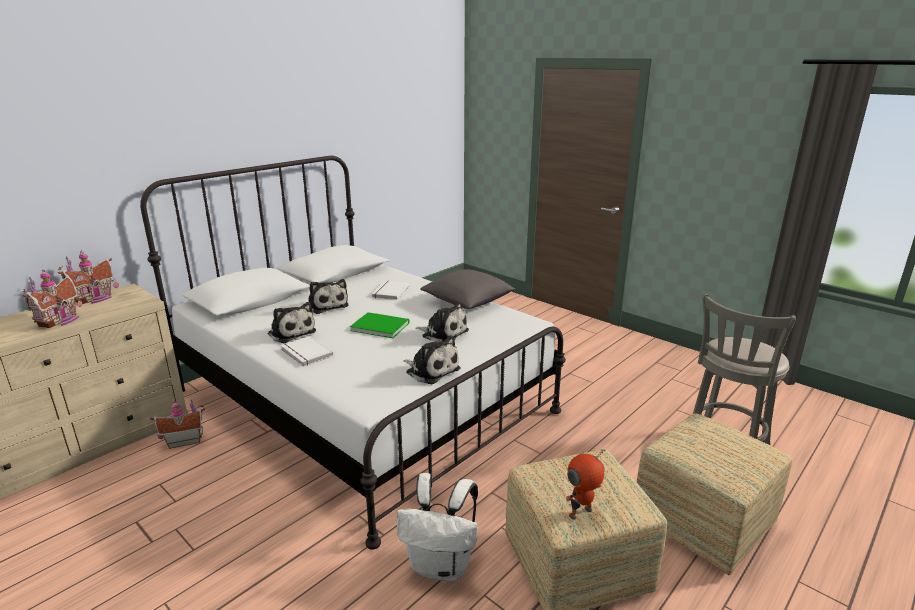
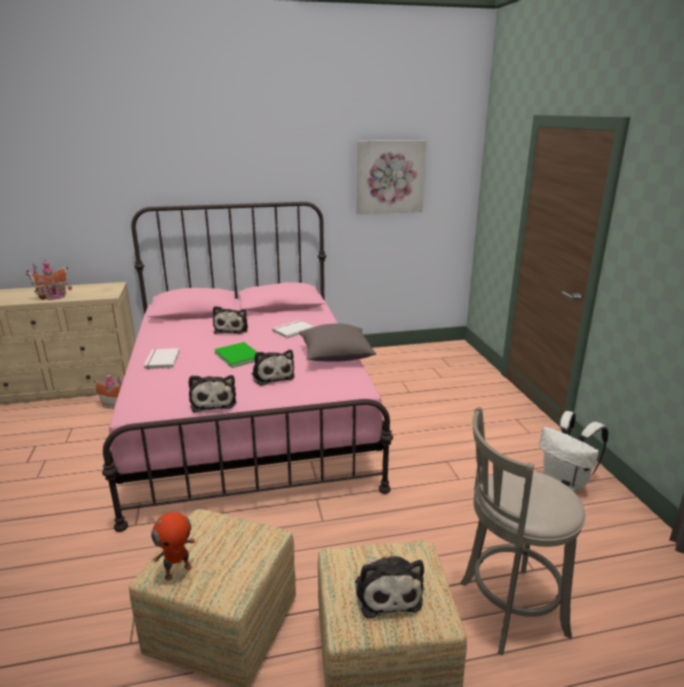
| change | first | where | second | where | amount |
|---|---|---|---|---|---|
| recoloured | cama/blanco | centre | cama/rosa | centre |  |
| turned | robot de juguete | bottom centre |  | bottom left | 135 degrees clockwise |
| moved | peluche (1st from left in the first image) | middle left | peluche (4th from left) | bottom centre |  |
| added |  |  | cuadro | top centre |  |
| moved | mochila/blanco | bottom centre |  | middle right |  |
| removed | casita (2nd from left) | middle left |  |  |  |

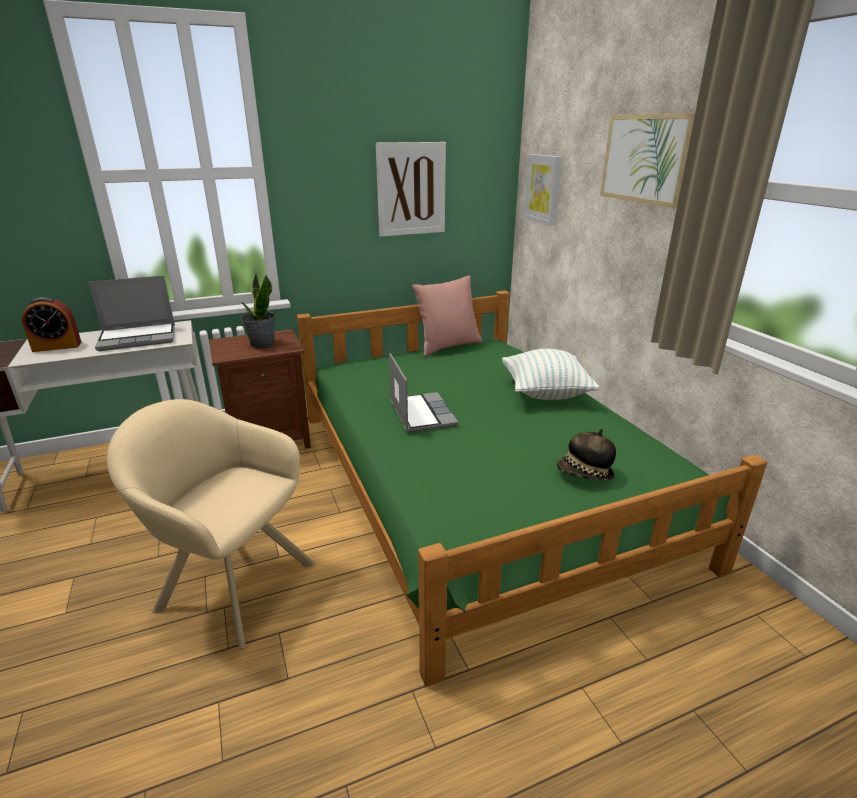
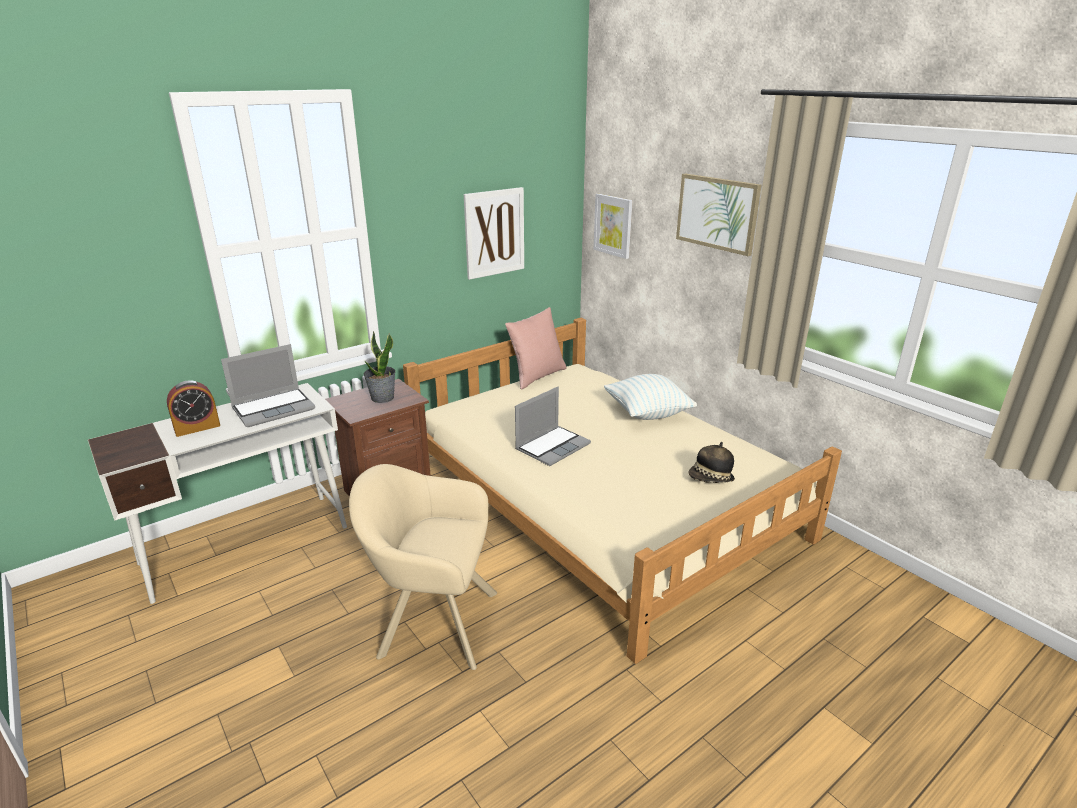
| change | first | where | second | where | amount |
|---|---|---|---|---|---|
| recoloured | cama/verde | centre | cama/beis | centre |  |
| turned | portátil (2nd from left) | centre |  | centre | 75 degrees clockwise |

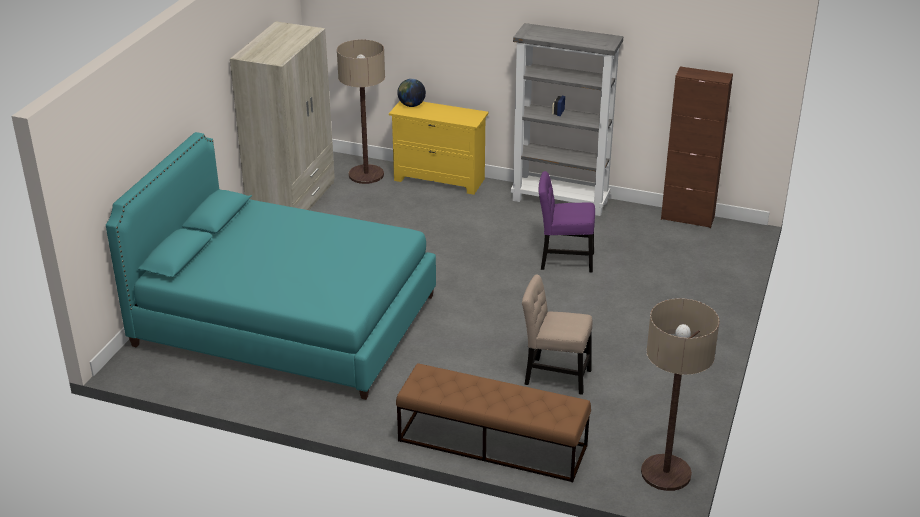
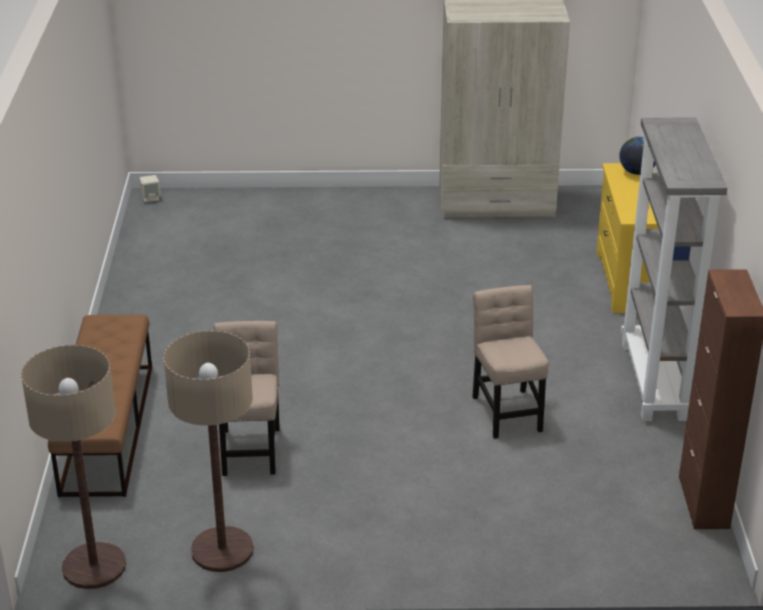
| change | first | where | second | where | amount |
|---|---|---|---|---|---|
| added |  |  | altavoz/beis | top left |  |
| moved | lámpara de pie (1st from left in the first image) | top centre | lámpara de pie (2nd from left) | bottom left |  |
| recoloured | silla/morado | centre | silla/beis (2nd from left) | middle right |  |
| removed | cama/turquesa | middle left |  |  |  |

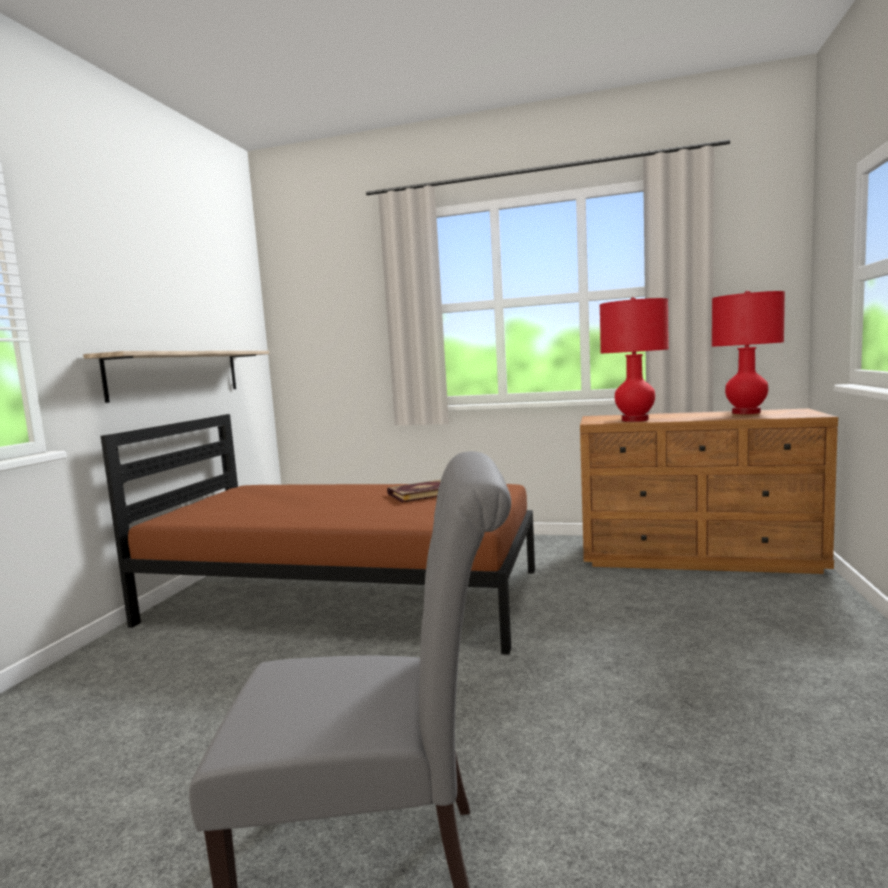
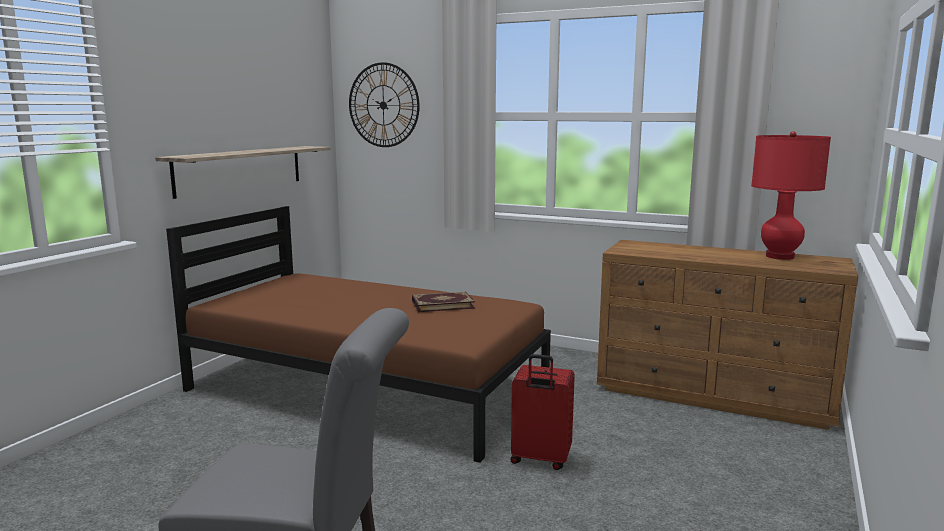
| change | first | where | second | where | amount |
|---|---|---|---|---|---|
| added |  |  | reloj de pared | top centre |  |
| added |  |  | maleta/rojo | bottom centre |  |
| removed | lámpara de mesa/rojo (1st from left) | middle right |  |  |  |

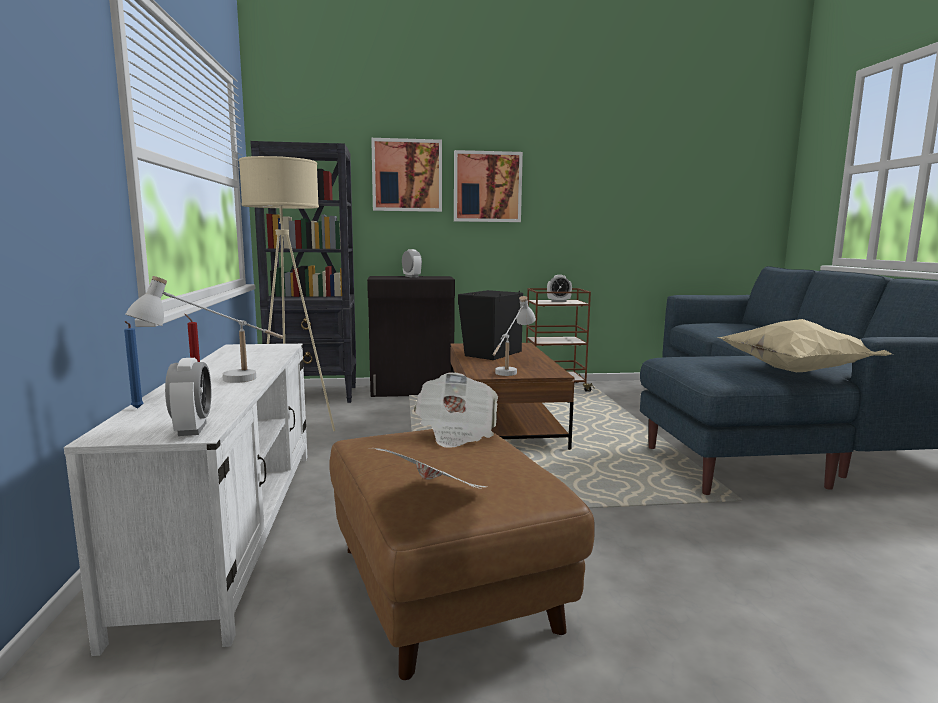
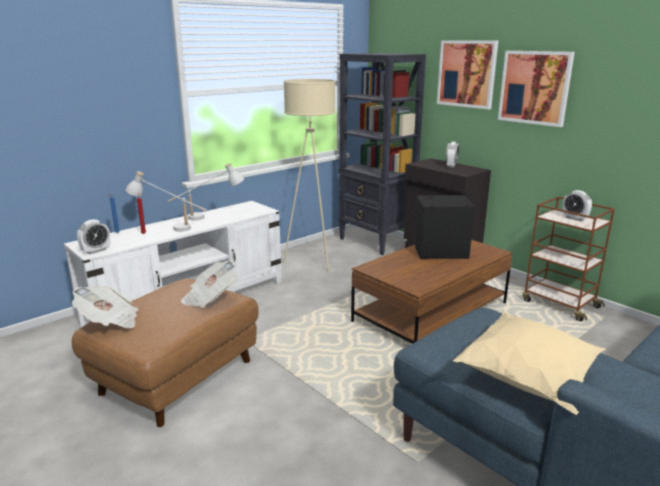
| change | first | where | second | where | amount |
|---|---|---|---|---|---|
| moved | lámpara de mesa/blanco (2nd from left) | centre |  | middle left |  |

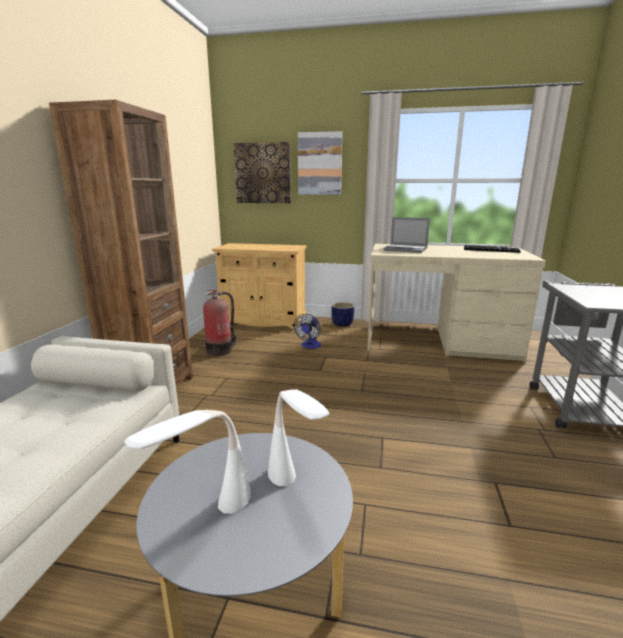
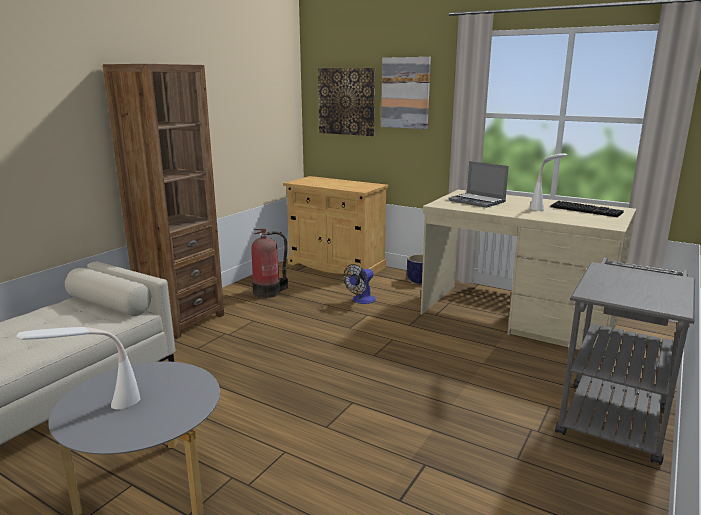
| change | first | where | second | where | amount |
|---|---|---|---|---|---|
| moved | lámpara de mesa/blanco (2nd from left) | bottom centre |  | middle right |  |

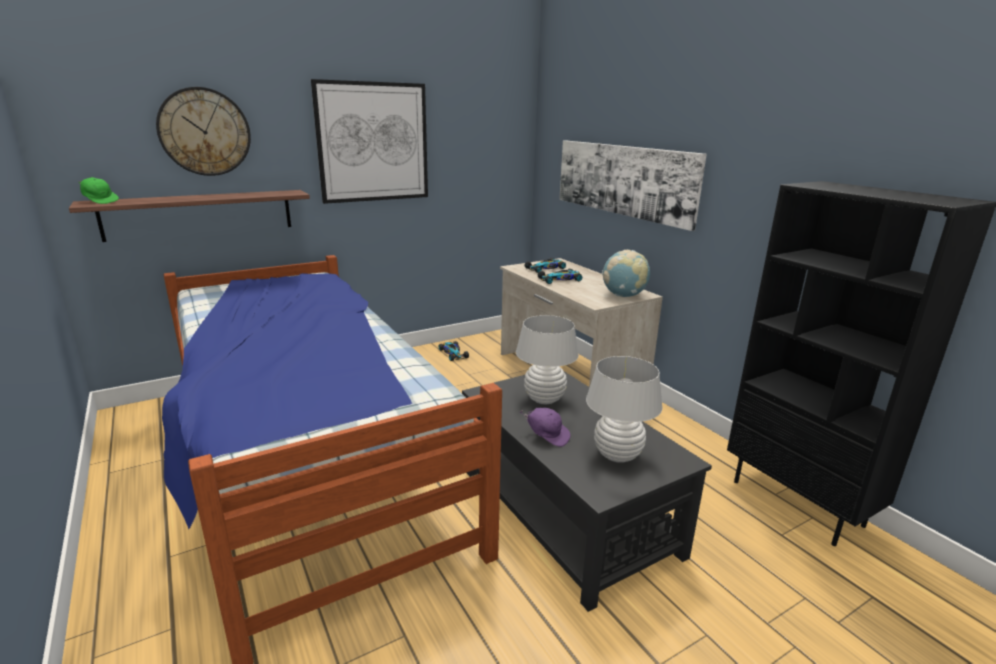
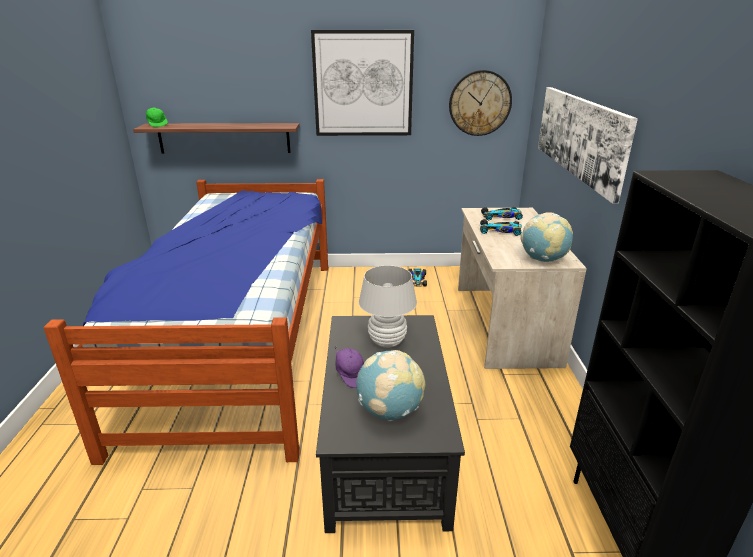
| change | first | where | second | where | amount |
|---|---|---|---|---|---|
| replaced | lámpara de mesa/blanco (2nd from left) | centre | globo terráqueo (1st from left) | bottom centre |  |
| moved | reloj de pared | top left |  | top centre |  |

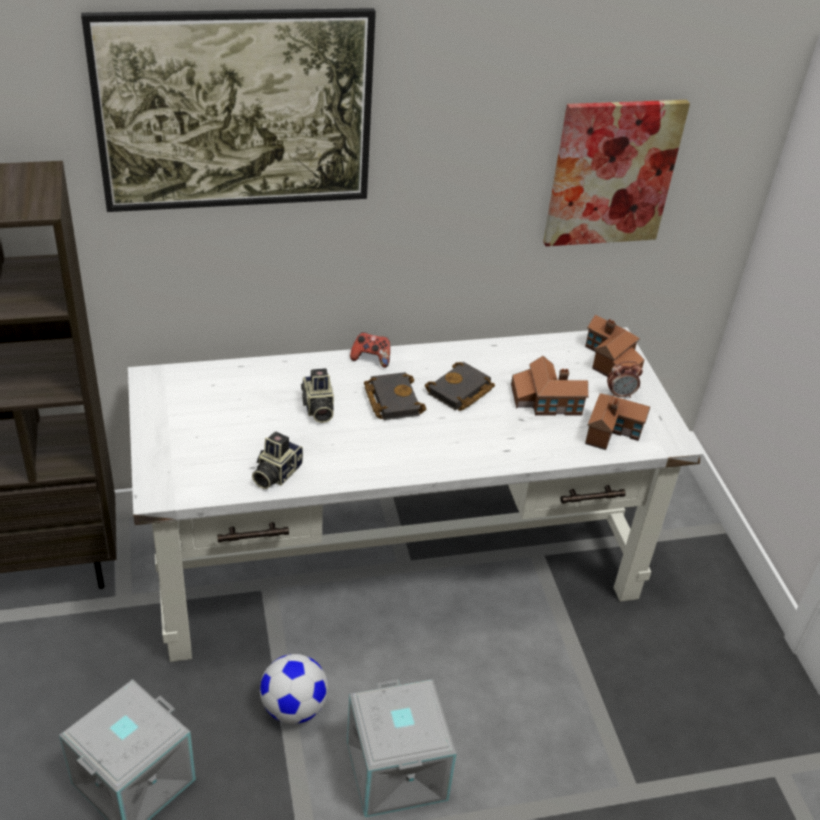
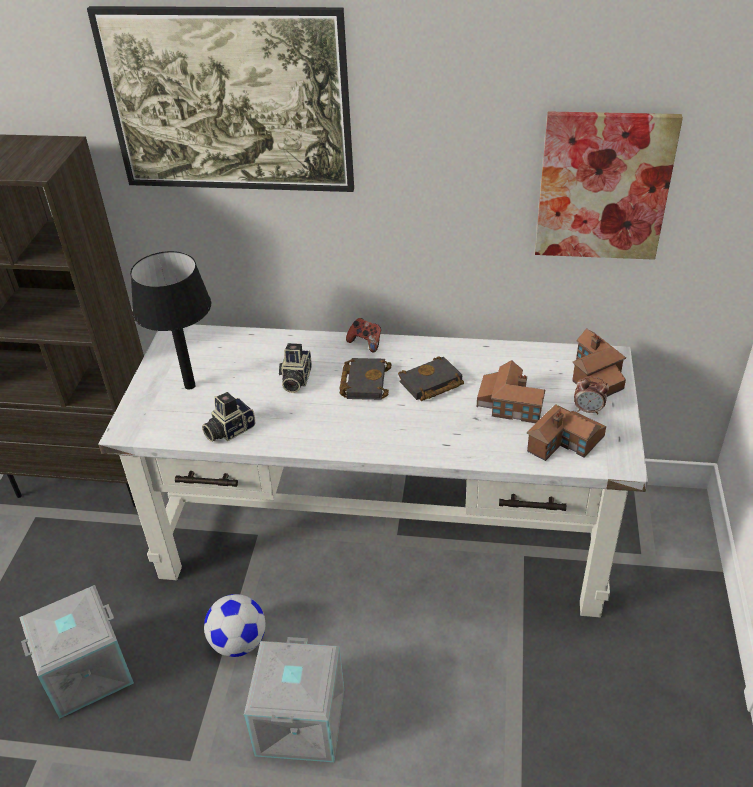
| change | first | where | second | where | amount |
|---|---|---|---|---|---|
| added |  |  | lámpara de mesa/negro | middle left |  |

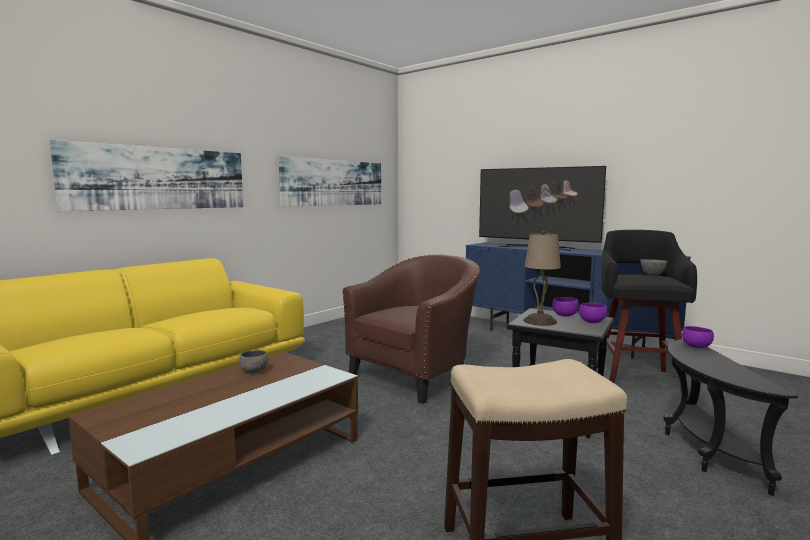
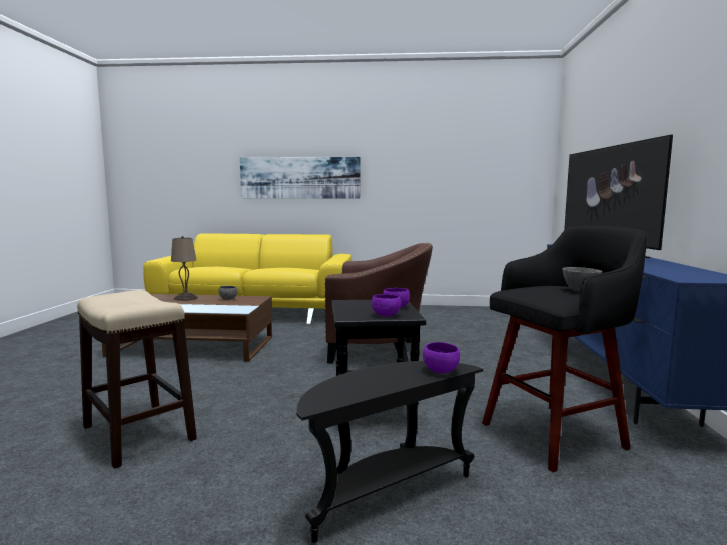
| change | first | where | second | where | amount |
|---|---|---|---|---|---|
| moved | lámpara de mesa/beis | middle right |  | middle left |  |
| removed | cuadro (2nd from left) | centre |  |  |  |

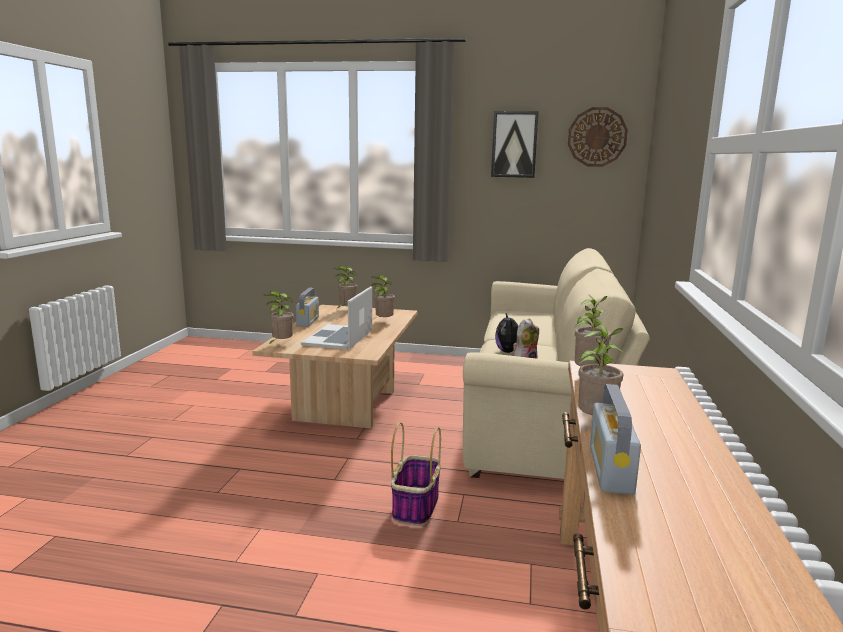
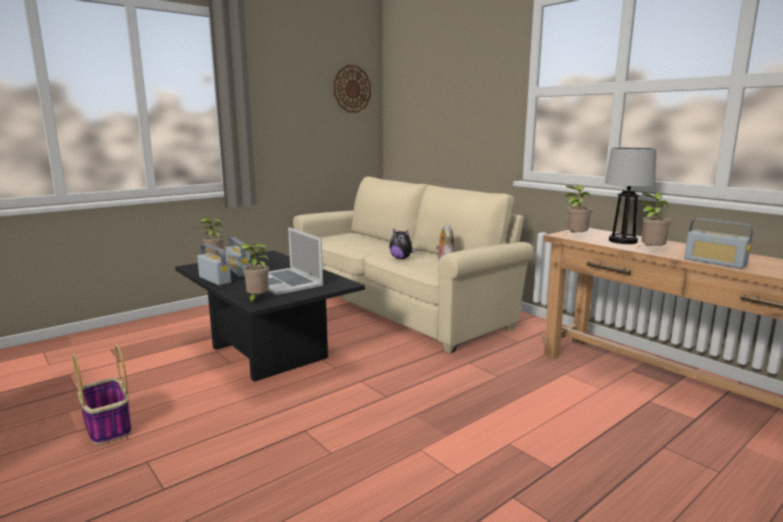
| change | first | where | second | where | amount |
|---|---|---|---|---|---|
| moved | cesta | bottom centre |  | bottom left |  |
| recoloured | mesa de centro/beis | centre | mesa de centro/negro | centre |  |
| added |  |  | radio (2nd from left) | middle left |  |
| added |  |  | lámpara de mesa | middle right |  |
| removed | planta en maceta (3rd from left) | centre |  |  |  |
| removed | cuadro | top centre |  |  |  |

